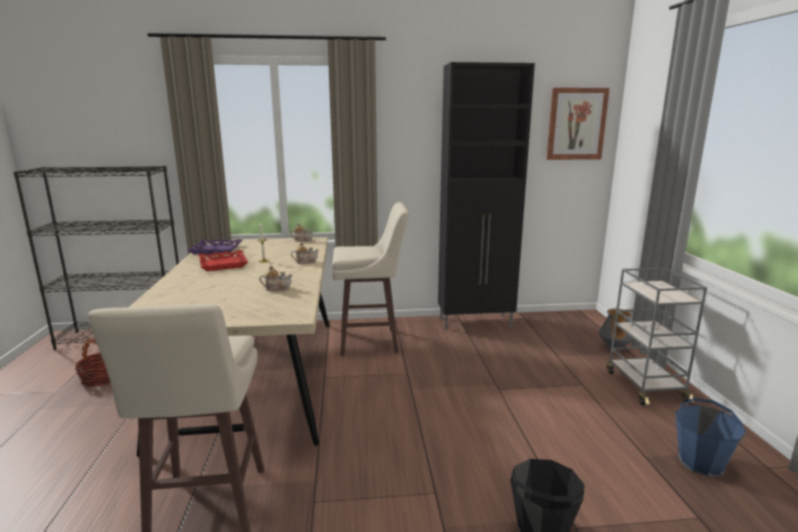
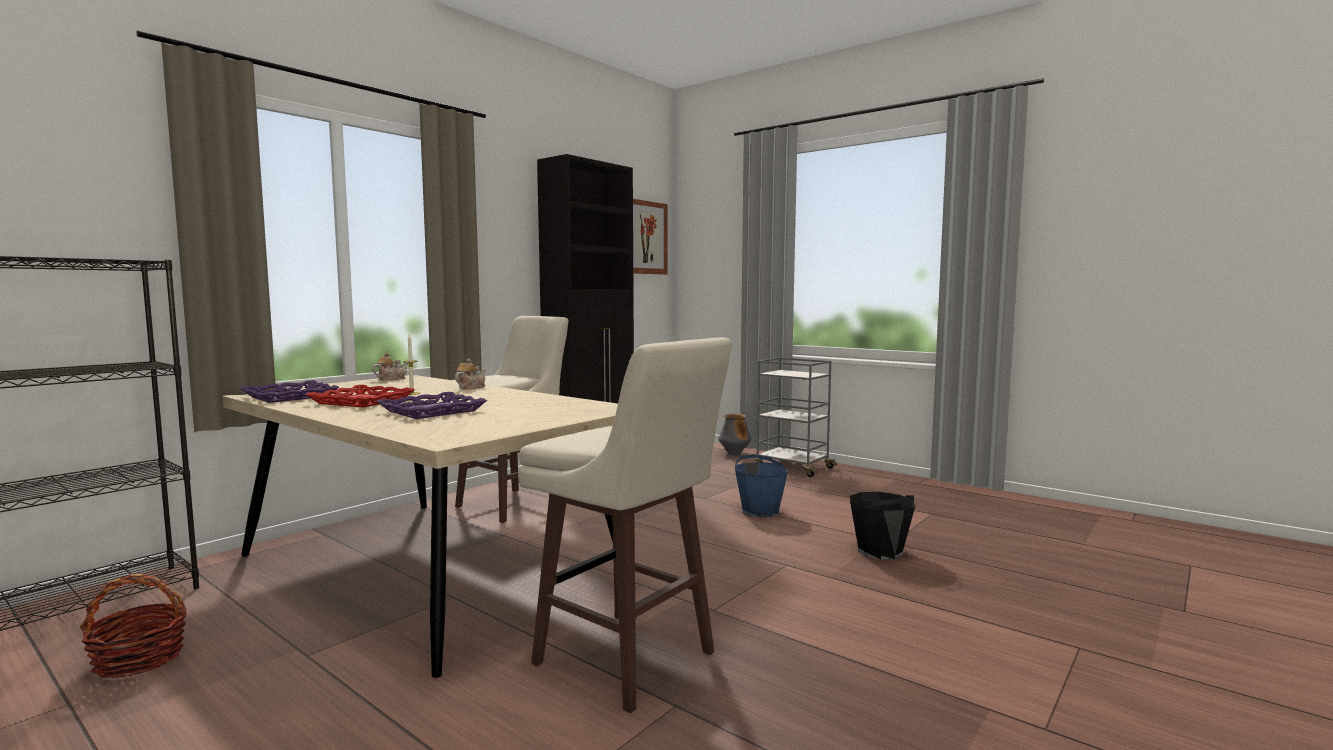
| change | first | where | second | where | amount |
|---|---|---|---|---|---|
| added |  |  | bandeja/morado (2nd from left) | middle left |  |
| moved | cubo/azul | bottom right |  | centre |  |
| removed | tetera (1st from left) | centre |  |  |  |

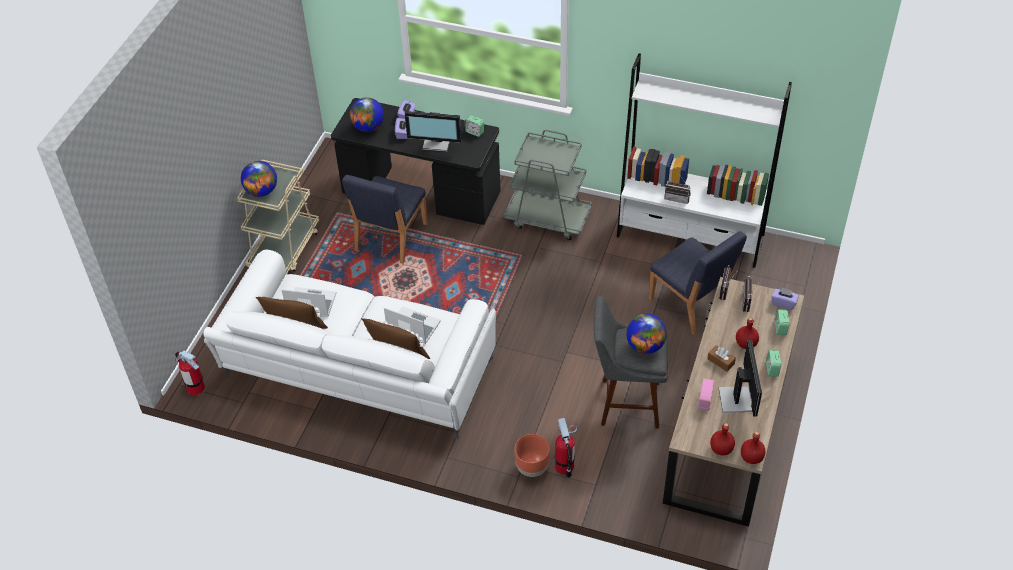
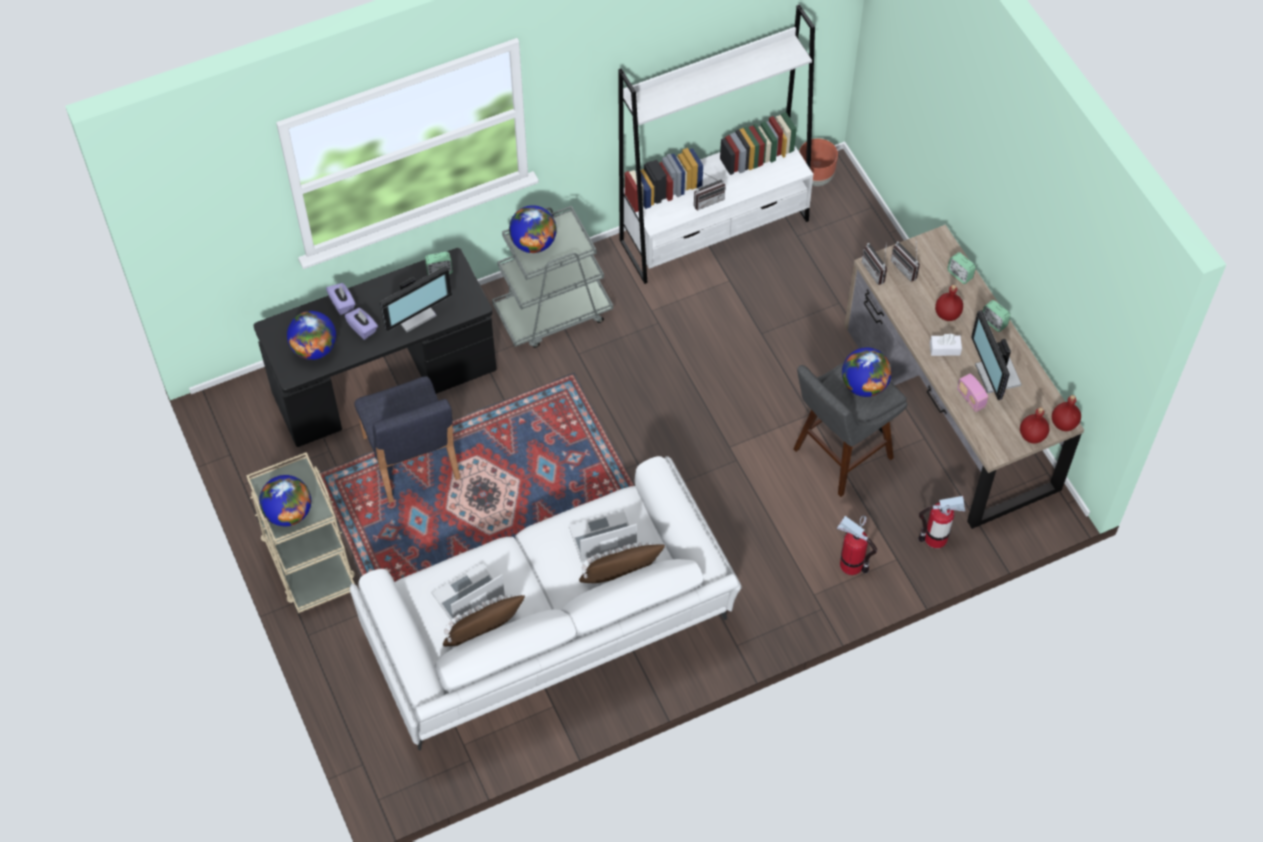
| change | first | where | second | where | amount |
|---|---|---|---|---|---|
| added |  |  | globo terráqueo (3rd from left) | top centre |  |
| moved | maceta/marrón | bottom centre |  | top centre |  |
| moved | extintor (1st from left in the first image) | middle left | extintor (2nd from left) | middle right |  |
| recoloured | caja de pañuelos/marrón | middle right | caja de pañuelos/blanco | middle right |  |
| turned | monitor (2nd from left) | middle right |  | middle right | 150 degrees counterclockwise |
| removed | silla/azul (2nd from left) | middle right |  |  |  |
| removed | caja de pañuelos/morado (3rd from left) | middle right |  |  |  |

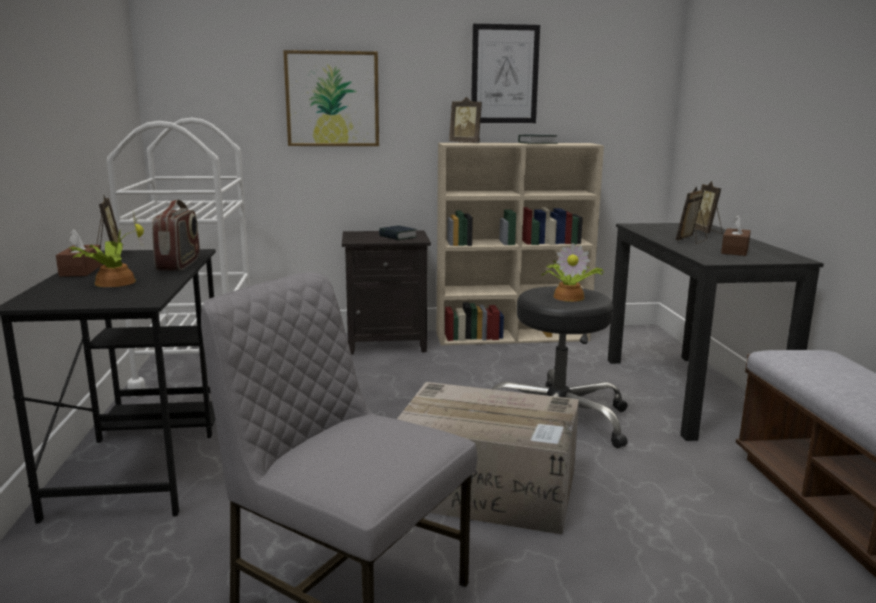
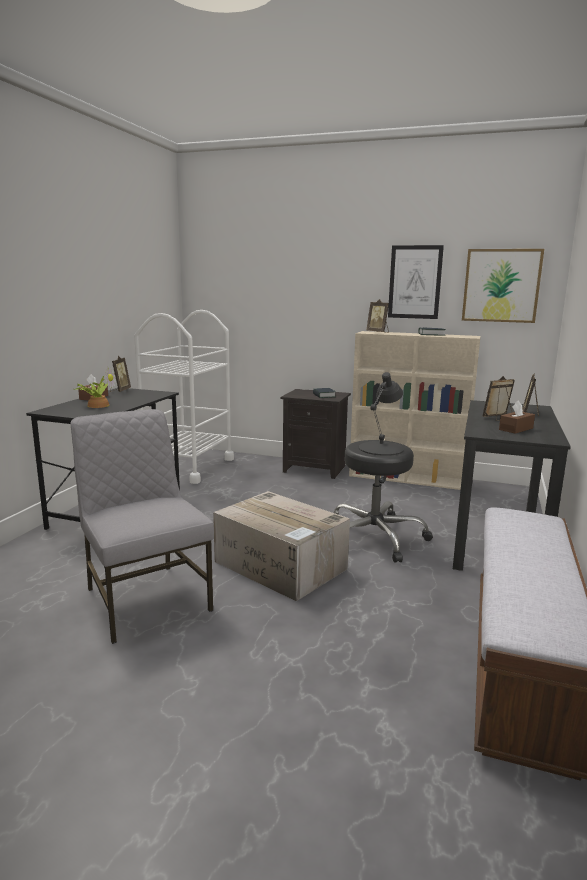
| change | first | where | second | where | amount |
|---|---|---|---|---|---|
| replaced | planta en maceta (2nd from left) | centre | lámpara de mesa/negro | centre |  |
| moved | cuadro (1st from left in the first image) | top centre | cuadro (2nd from left) | top right |  |
| removed | radio | middle left |  |  |  |

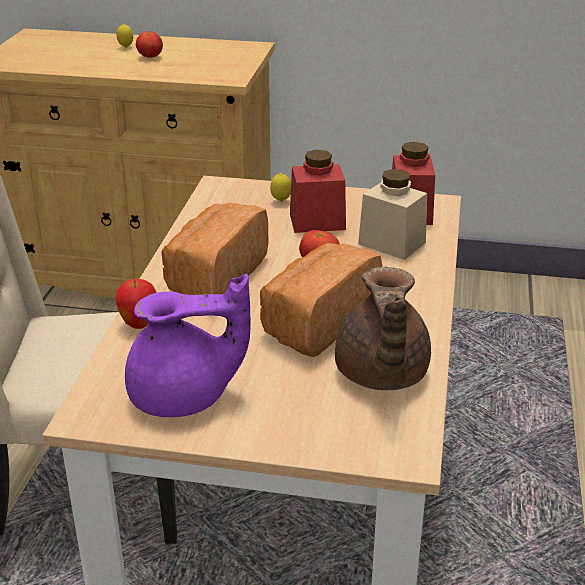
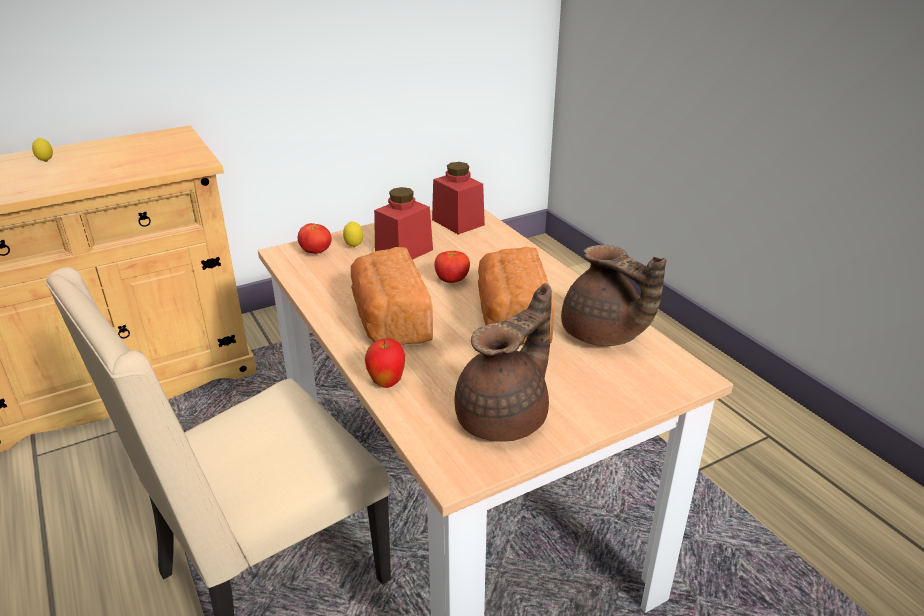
| change | first | where | second | where | amount |
|---|---|---|---|---|---|
| moved | tomate (1st from left) | top left |  | centre |  |
| recoloured | tetera/morado | middle left | tetera/marrón (1st from left) | centre |  |
| removed | tarro/beis | middle right |  |  |  |

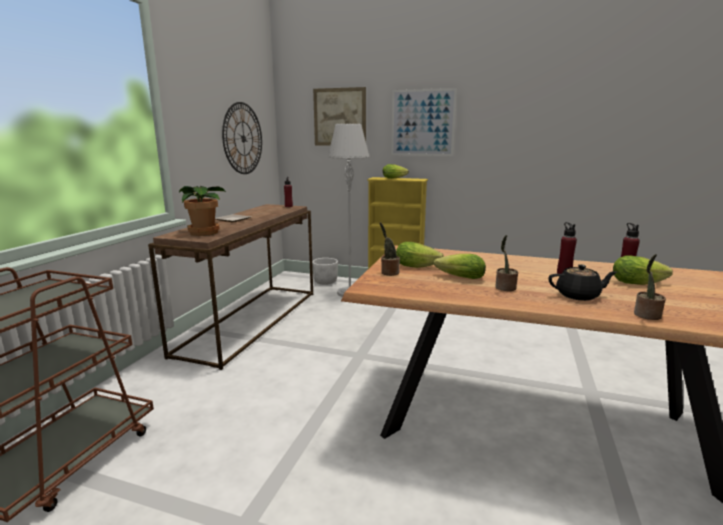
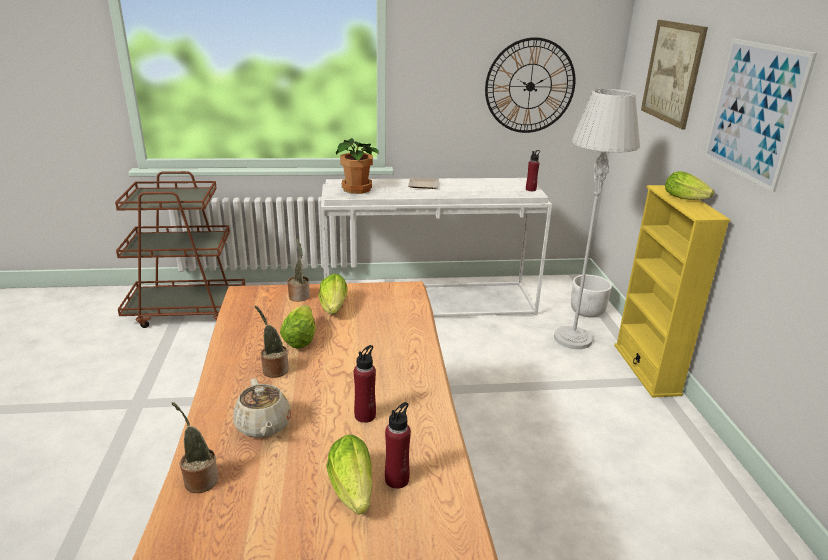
| change | first | where | second | where | amount |
|---|---|---|---|---|---|
| recoloured | tetera/negro | middle right | tetera/beis | bottom left |  |
| recoloured | mesa consola/marrón | middle left | mesa consola/blanco | centre |  |

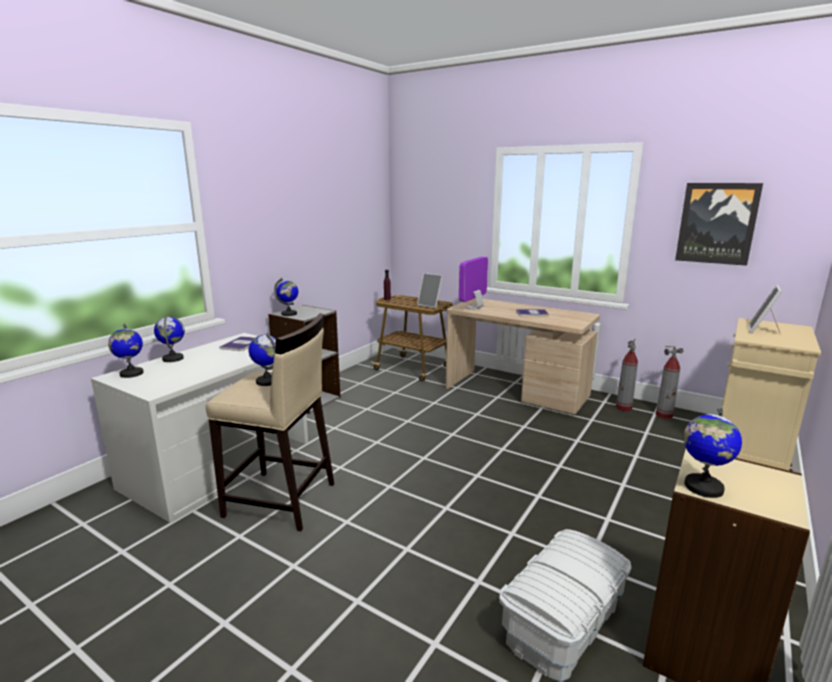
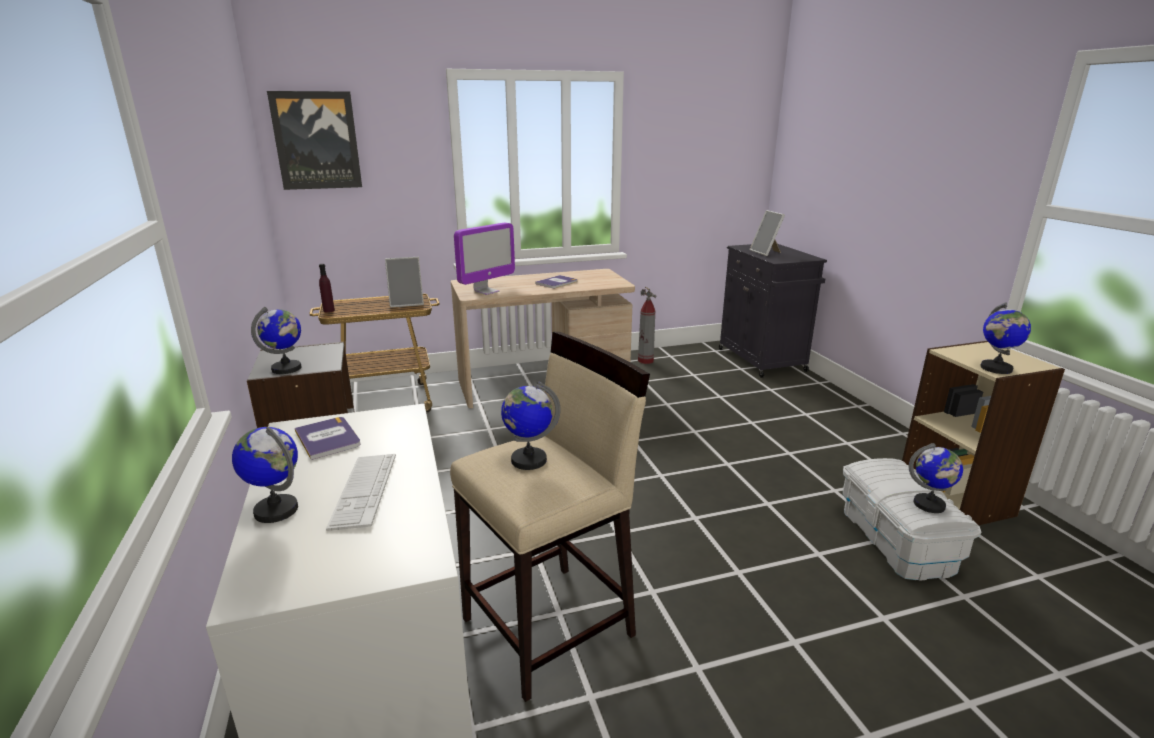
| change | first | where | second | where | amount |
|---|---|---|---|---|---|
| moved | cuadro | top right |  | top left |  |
| added |  |  | teclado | bottom left |  |
| turned | monitor | centre |  | centre | 120 degrees counterclockwise |
| recoloured | armario/beis | middle right | armario/negro | middle right |  |
| moved | globo terráqueo (1st from left in the first image) | middle left | globo terráqueo (4th from left) | middle right |  |
| removed | extintor (2nd from left) | middle right |  |  |  |

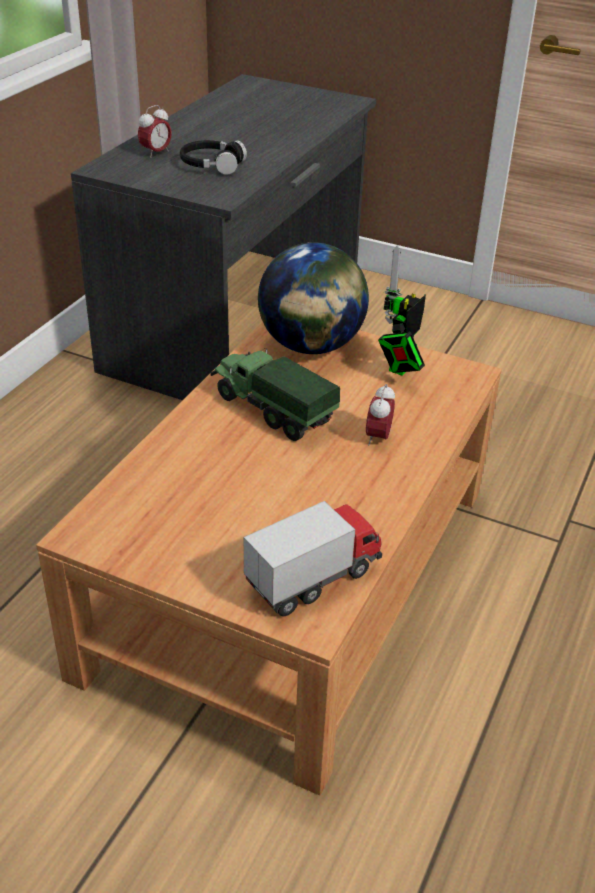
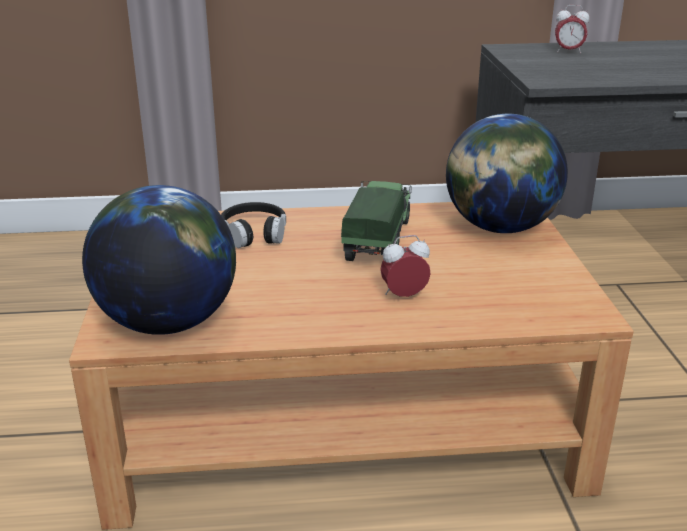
| change | first | where | second | where | amount |
|---|---|---|---|---|---|
| replaced | camión de juguete (2nd from left) | centre | globo terráqueo (1st from left) | middle left |  |
| moved | auriculares/negro | top centre |  | centre |  |
| removed | robot de juguete | middle right |  |  |  |

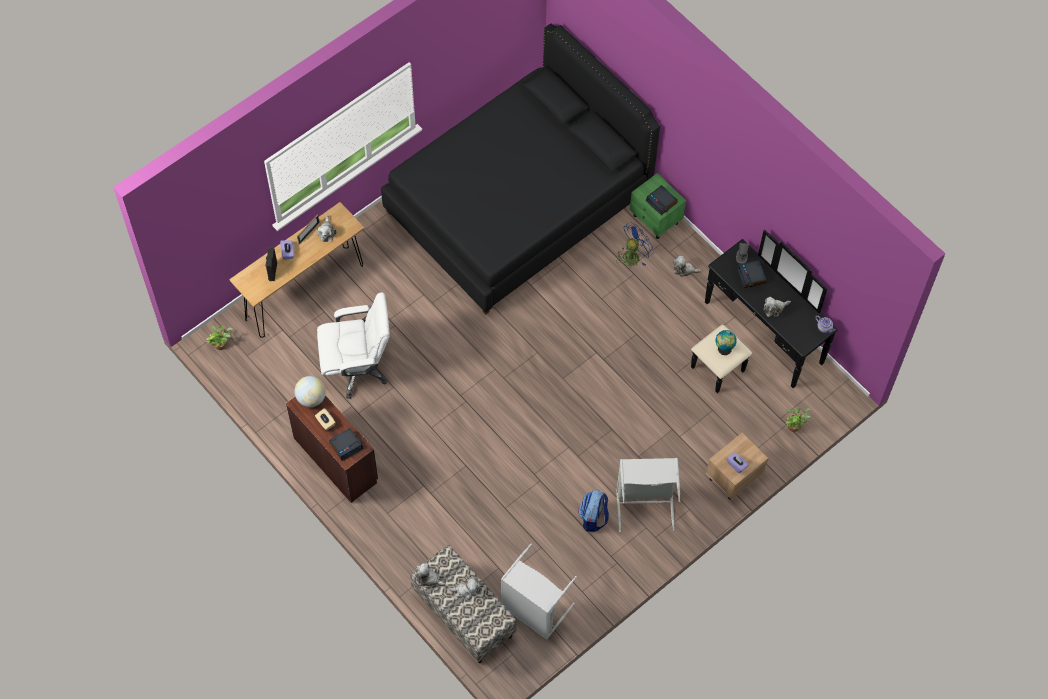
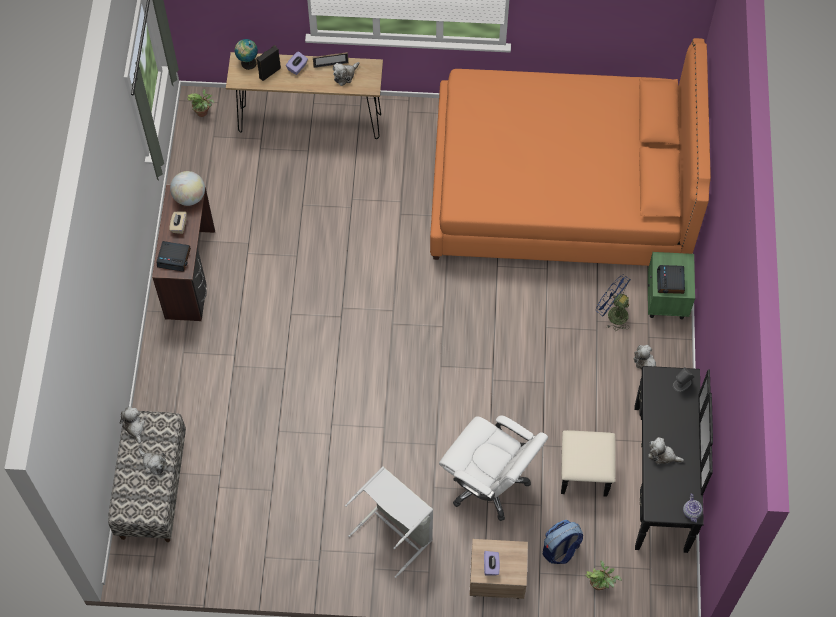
| change | first | where | second | where | amount |
|---|---|---|---|---|---|
| moved | globo terráqueo (2nd from left) | middle right |  | top left |  |
| recoloured | cama/negro | top centre | cama/naranja | top right |  |
| moved | silla de oficina/blanco | centre |  | bottom centre |  |
| moved | mochila | bottom centre |  | bottom right |  |
| turned | ventilador/azul | centre |  | middle right | 150 degrees counterclockwise |
| removed | cesto de la ropa/gris (1st from left) | bottom centre |  |  |  |
| removed | despertador (3rd from left) | middle right |  |  |  |

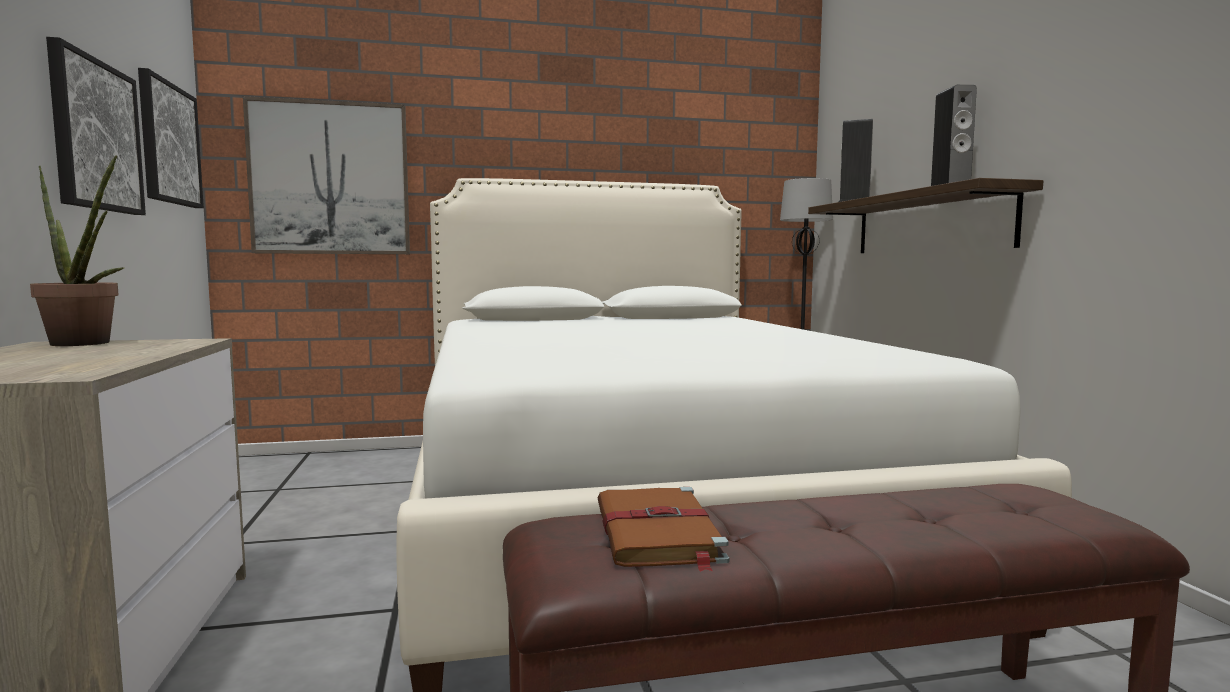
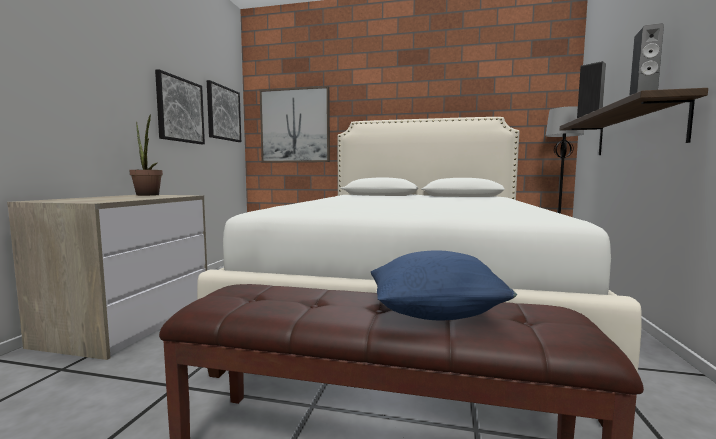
| change | first | where | second | where | amount |
|---|---|---|---|---|---|
| added |  |  | cojín/azul | centre |  |
| removed | libro/marrón | bottom centre |  |  |  |

